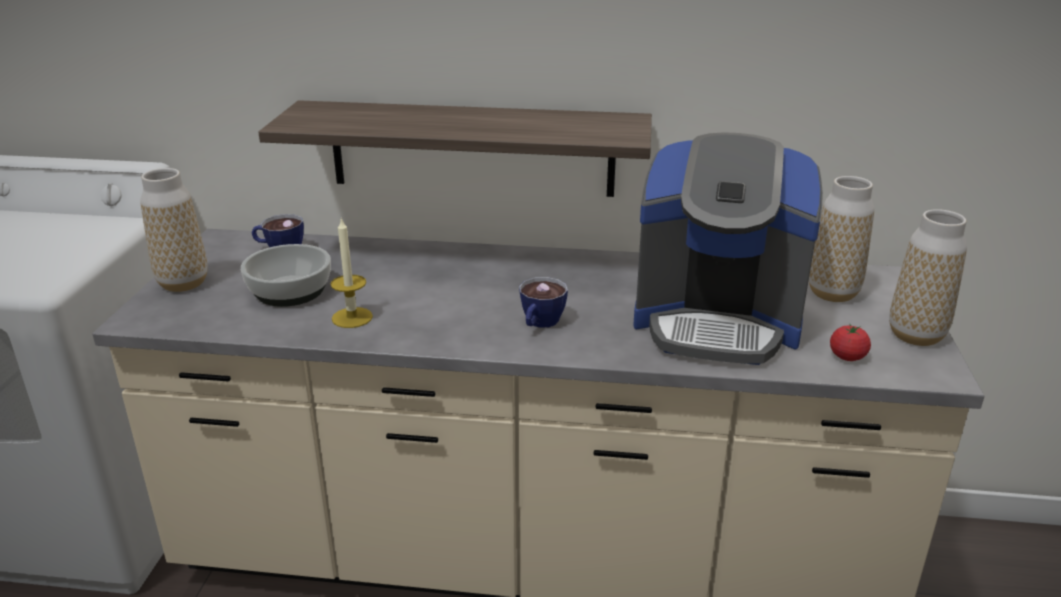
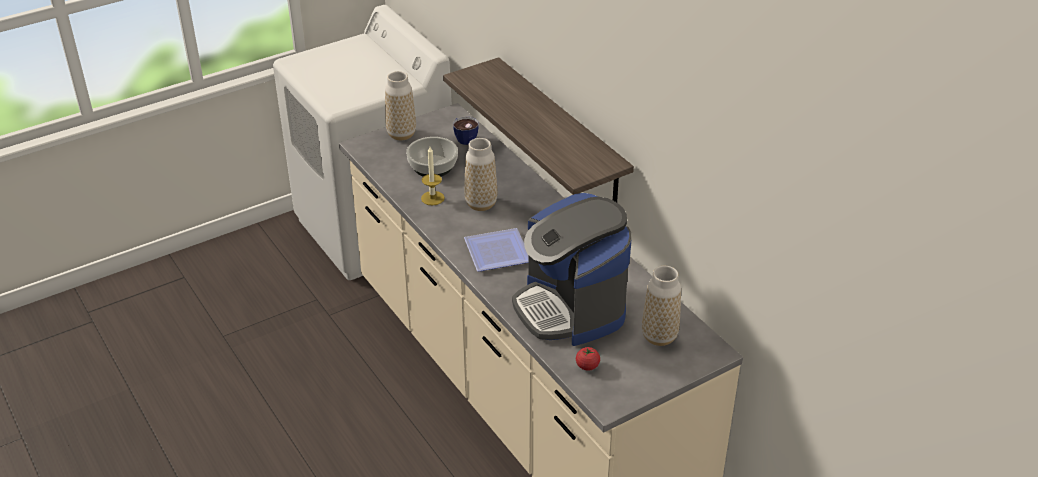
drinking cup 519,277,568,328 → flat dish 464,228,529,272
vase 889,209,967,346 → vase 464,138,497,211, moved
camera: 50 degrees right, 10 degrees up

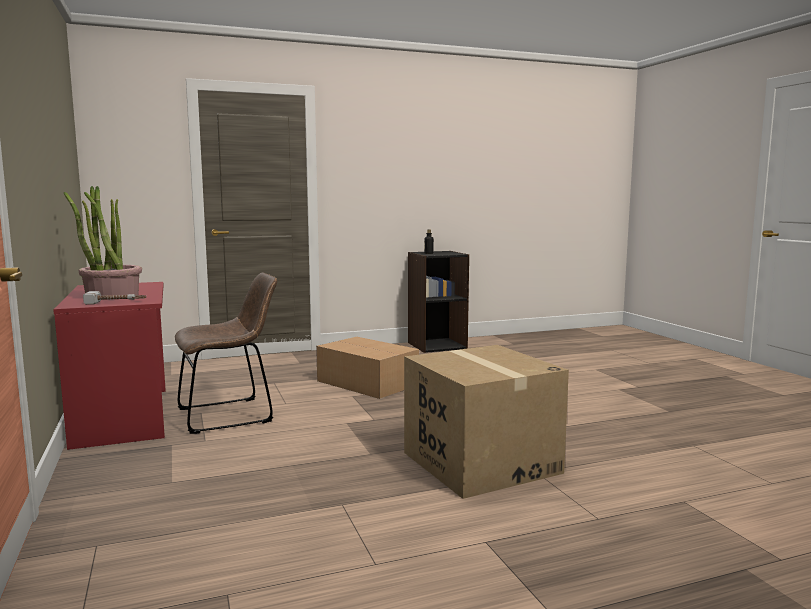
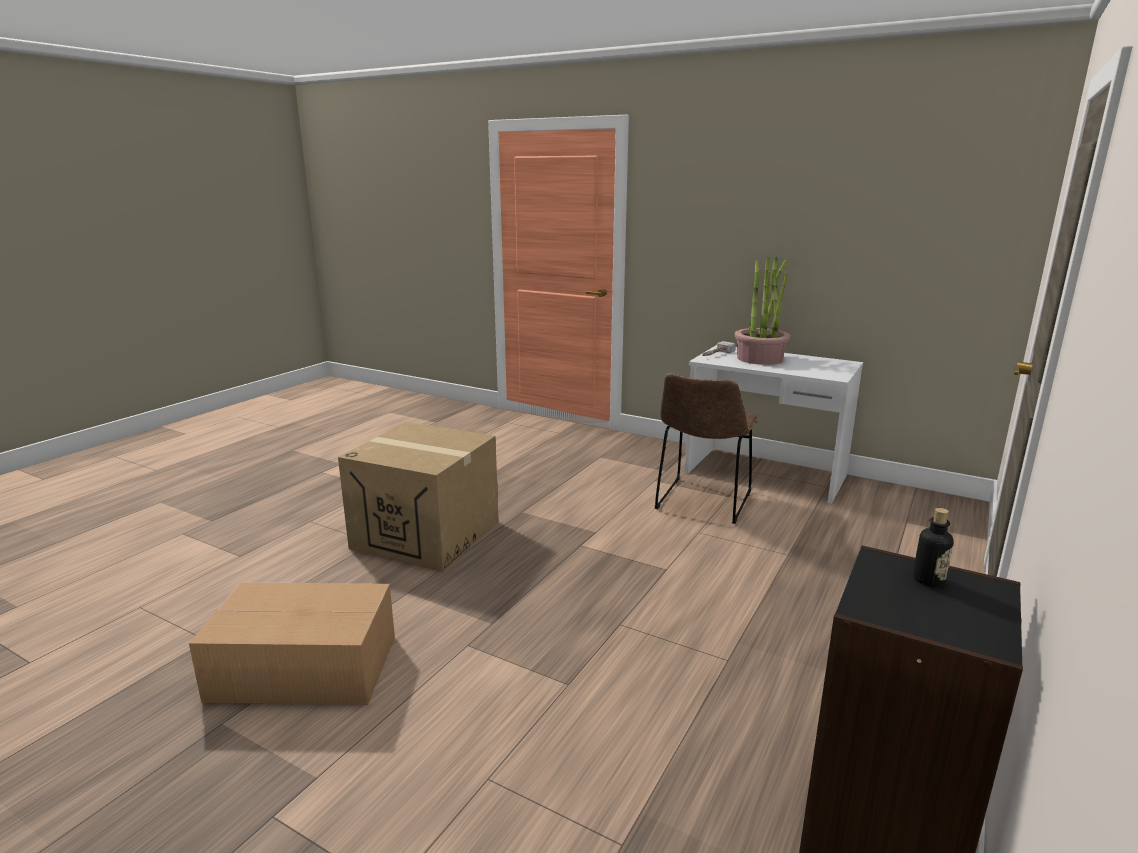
red desk table 53,282,166,450 → white-coloured desk table 684,345,863,504
packing box 316,337,419,399 → packing box 189,582,395,705, moved
camera: 140 degrees right, 10 degrees up

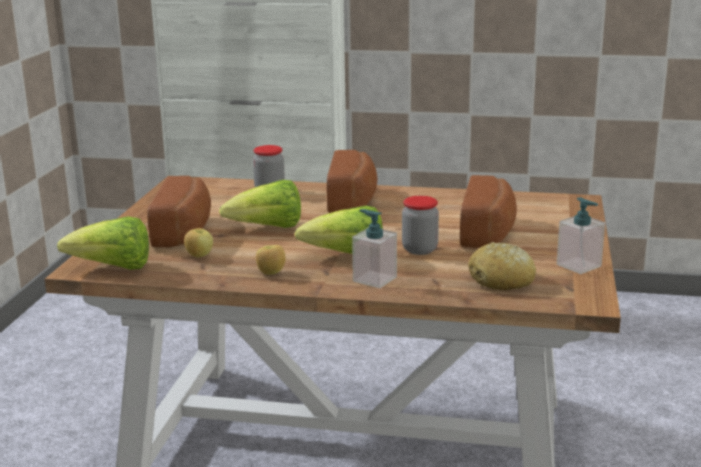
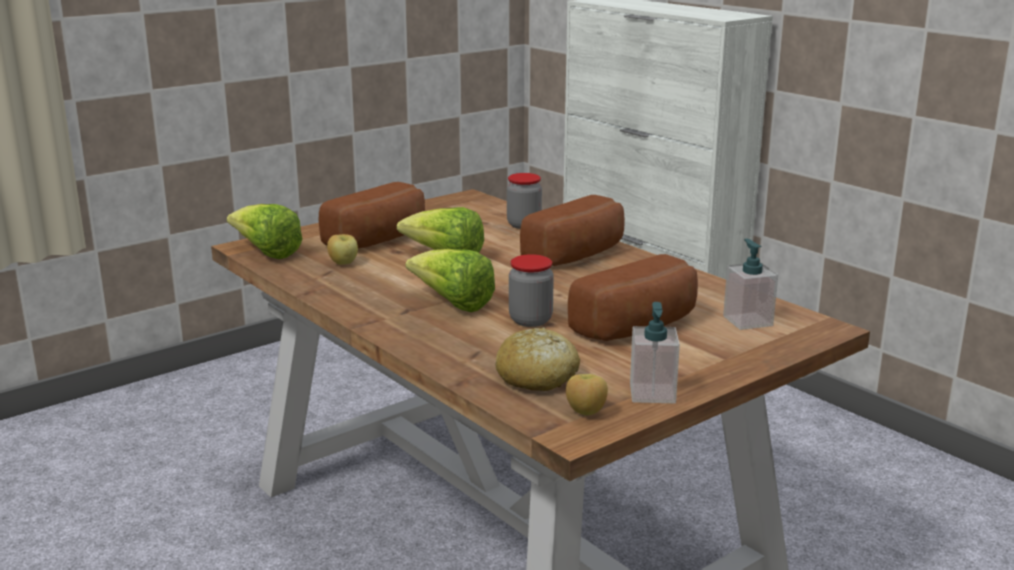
apple 256,245,285,275 → apple 566,374,608,416, moved
soap dispenser 352,209,397,288 → soap dispenser 723,239,778,330, moved
camera: 40 degrees right, 0 degrees up

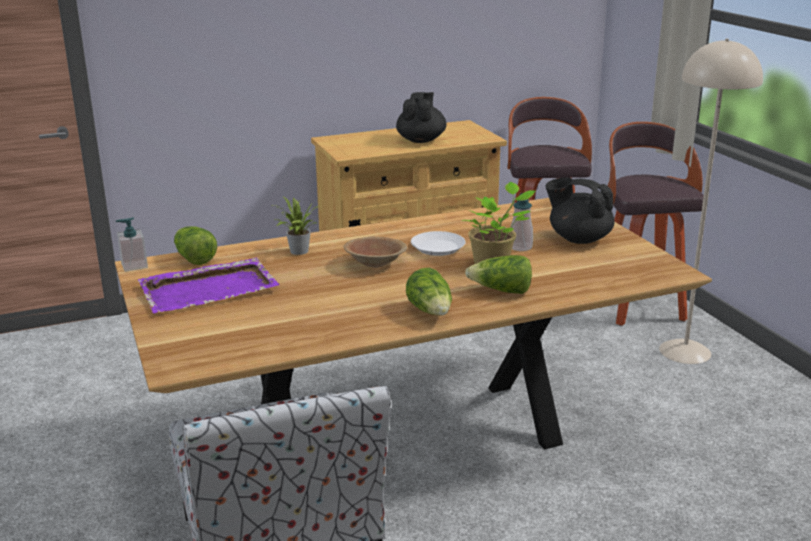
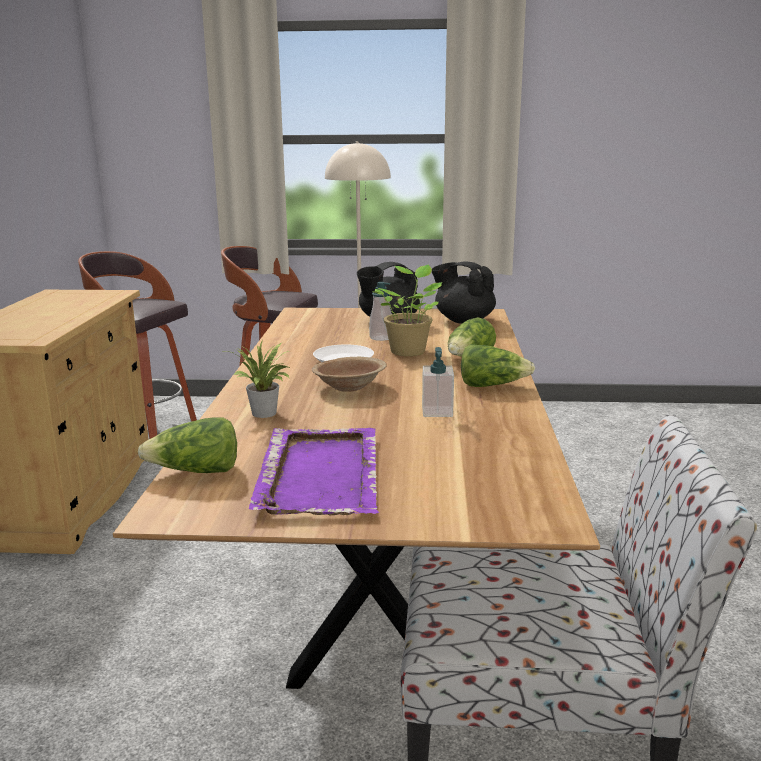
soap dispenser 116,217,148,272 → soap dispenser 422,347,454,417, moved
blackish teapot 396,92,447,143 → blackish teapot 432,261,496,324, moved
camera: 65 degrees left, 5 degrees down

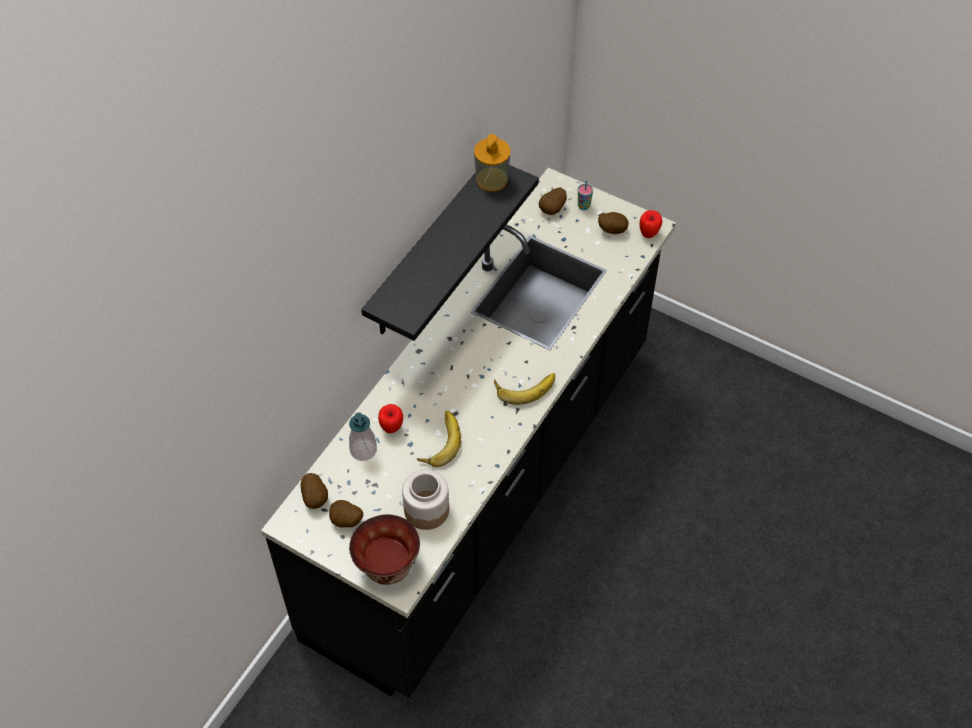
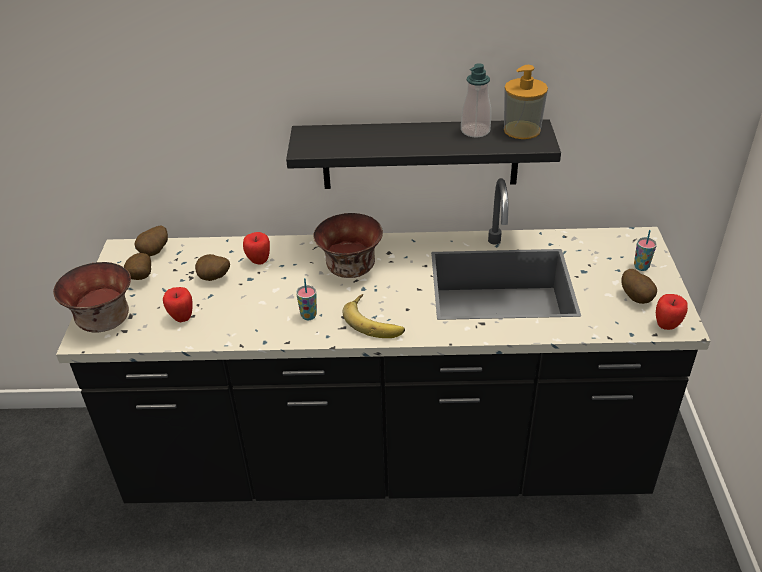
soap dispenser 349,412,377,461 → soap dispenser 461,63,491,138, moved
jar 402,469,449,530 → apple 163,287,193,322
banana fruit 417,411,461,467 → -
potato 539,188,567,215 → potato 195,254,230,281, moved
- → drinking cup 296,278,317,320
- → serving bowl 313,213,383,278
camera: 60 degrees right, 15 degrees down

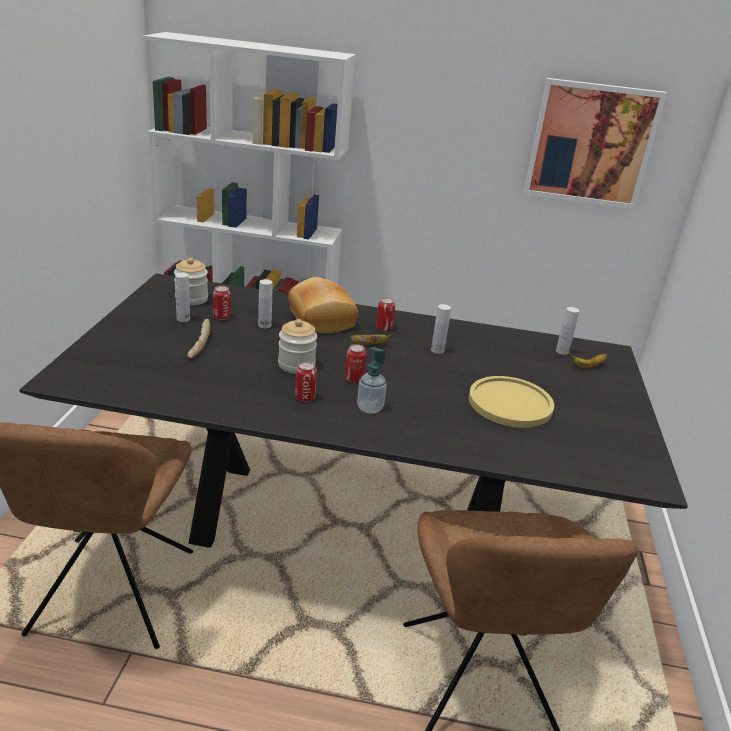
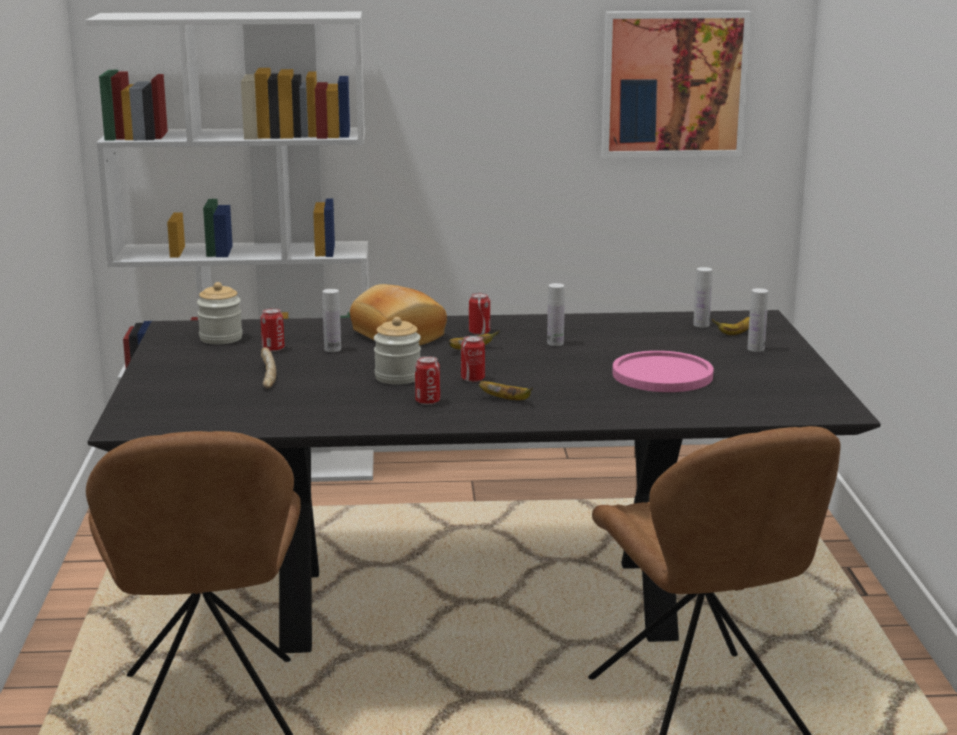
white-coloured bottle 175,273,190,322 → white-coloured bottle 747,288,768,352, moved
soap dispenser 357,347,387,414 → banana fruit 479,381,533,400
yellow-coloured flat dish 469,376,554,428 → pink-coloured flat dish 612,351,714,392
camera: 10 degrees left, 10 degrees down

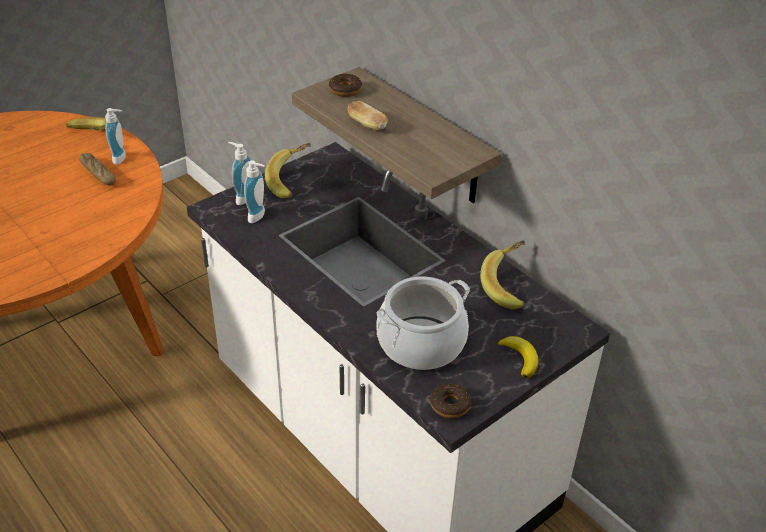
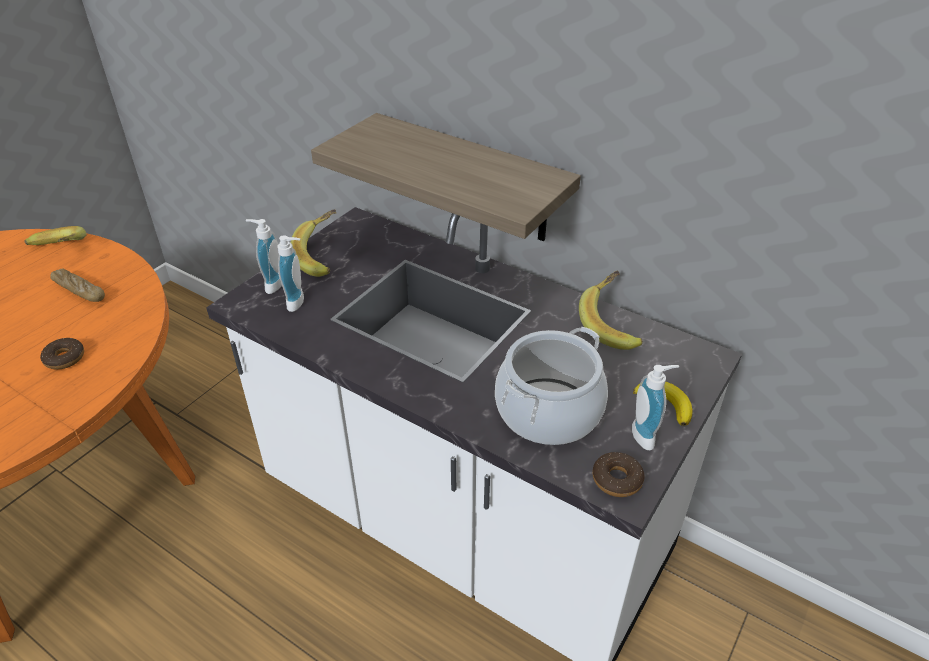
soap dispenser 105,108,126,165 → soap dispenser 632,365,679,450, moved
ring doughnut 329,74,362,97 → ring doughnut 40,338,84,369, moved
bakery bread 347,101,388,130 → -
camera: 15 degrees left, 0 degrees up

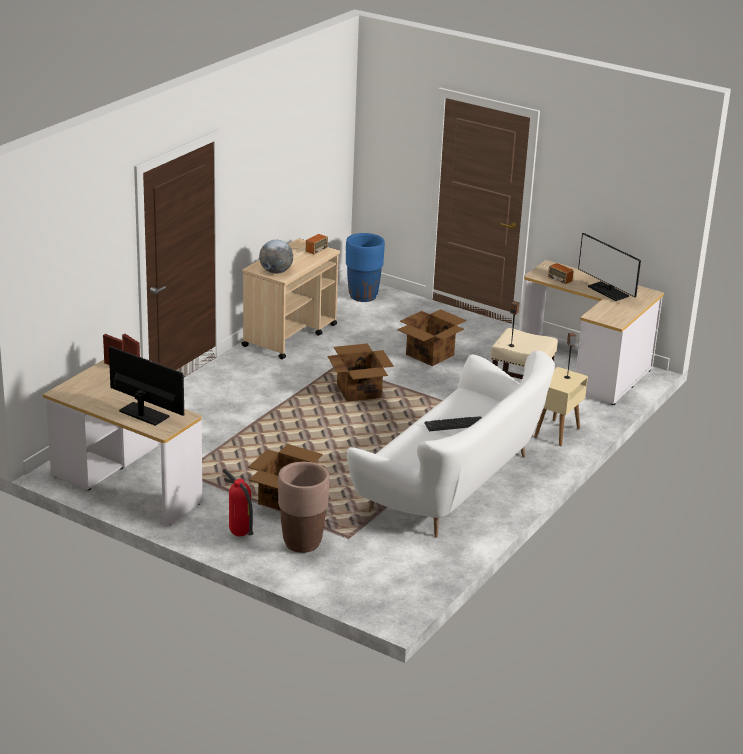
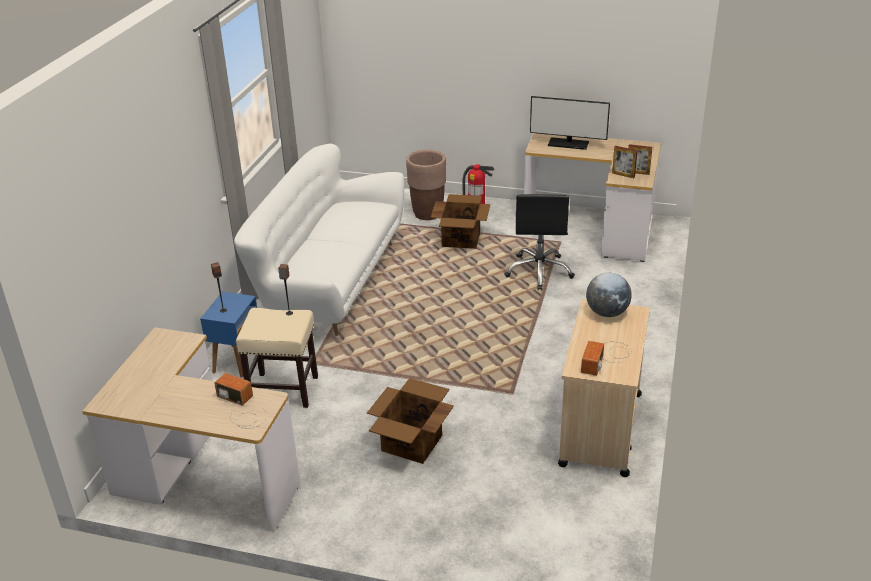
packing box 327,343,394,402 → -
bluish flower pot 346,233,385,302 → -
computer keyboard 424,416,482,431 → -
beige-coloured accent table 534,367,588,446 → bluish accent table 200,292,257,378
computer display 578,233,641,301 → -
- → blackish office chair 504,194,575,290
camera: 165 degrees right, 5 degrees up

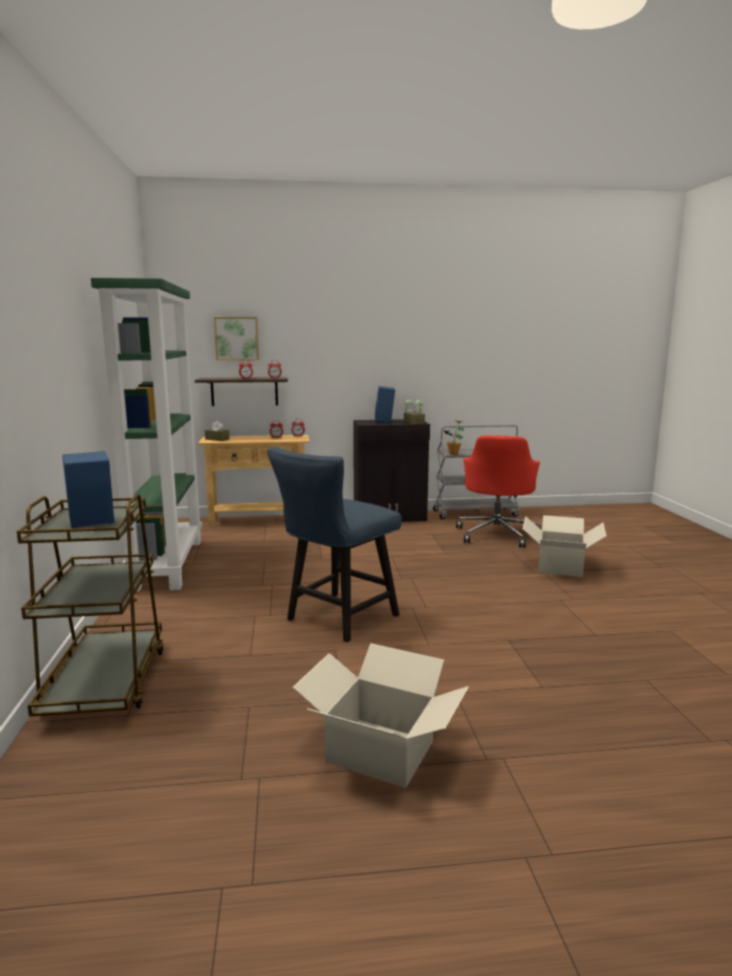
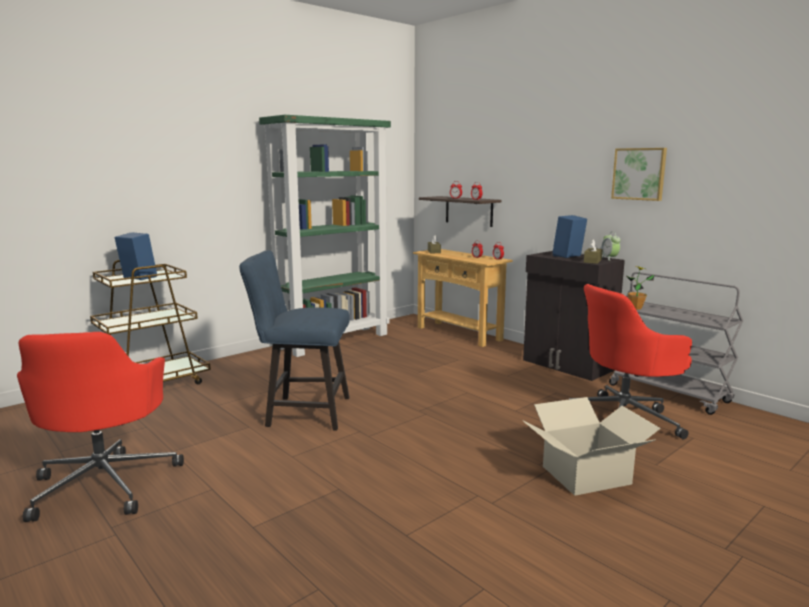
wall picture 214,317,259,360 → wall picture 611,148,667,201, moved
packing box 292,643,469,788 → red office chair 17,332,184,522
camera: 55 degrees right, 0 degrees up

